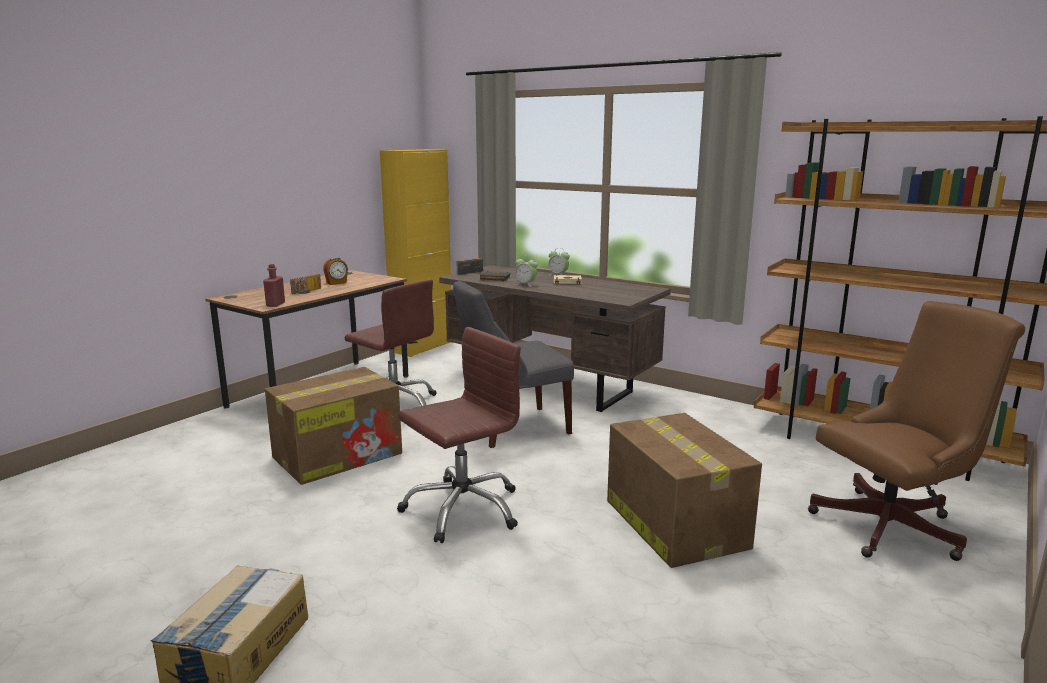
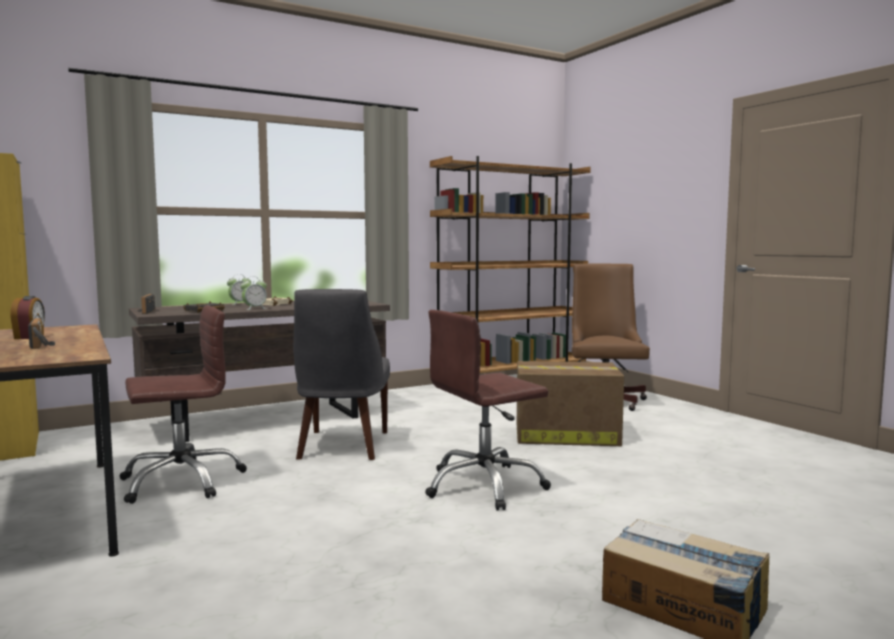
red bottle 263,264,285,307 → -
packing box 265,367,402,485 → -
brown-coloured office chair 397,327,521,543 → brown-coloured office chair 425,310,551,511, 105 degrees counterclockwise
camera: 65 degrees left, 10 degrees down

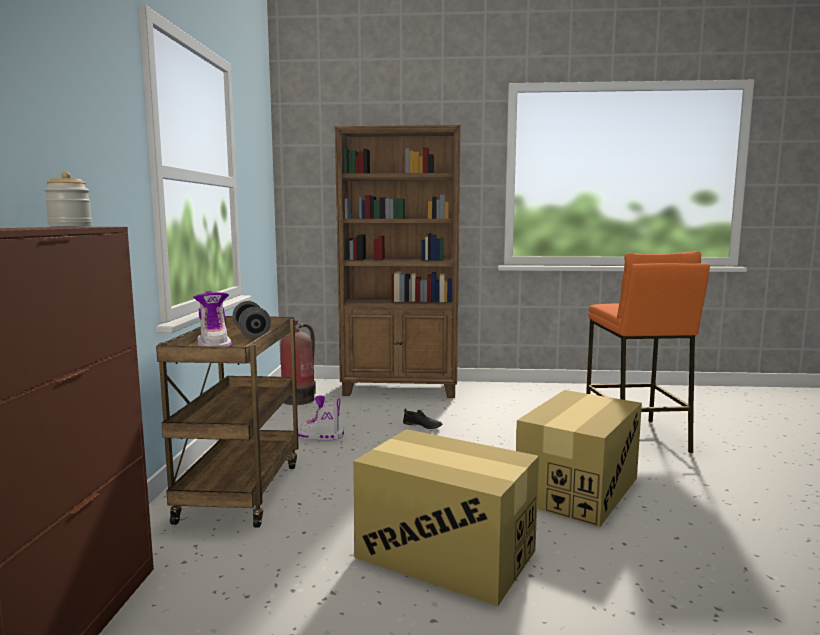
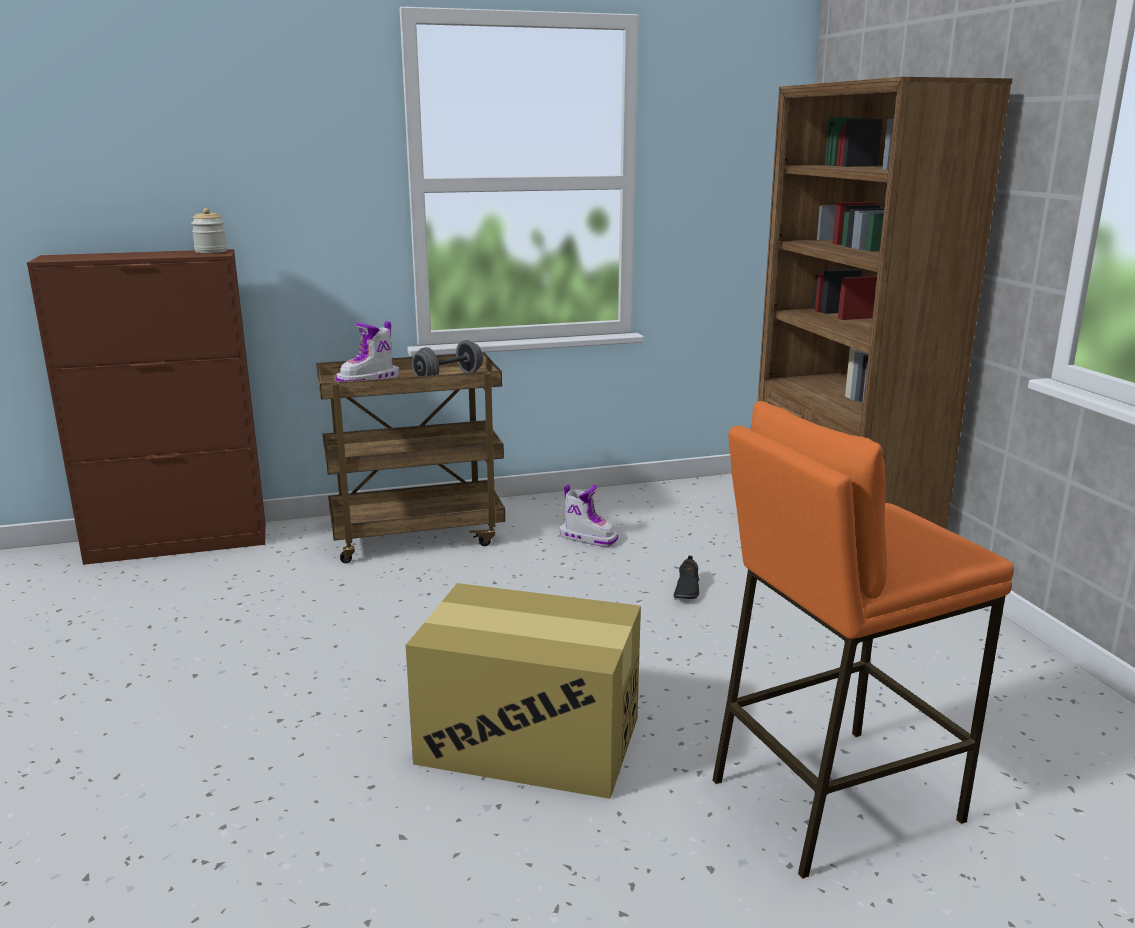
fire extinguisher 281,320,316,405 → -
high-top boot 298,396,344,440 → high-top boot 559,484,618,547, 135 degrees clockwise
packing box 353,429,539,606 → -
camera: 70 degrees right, 10 degrees up

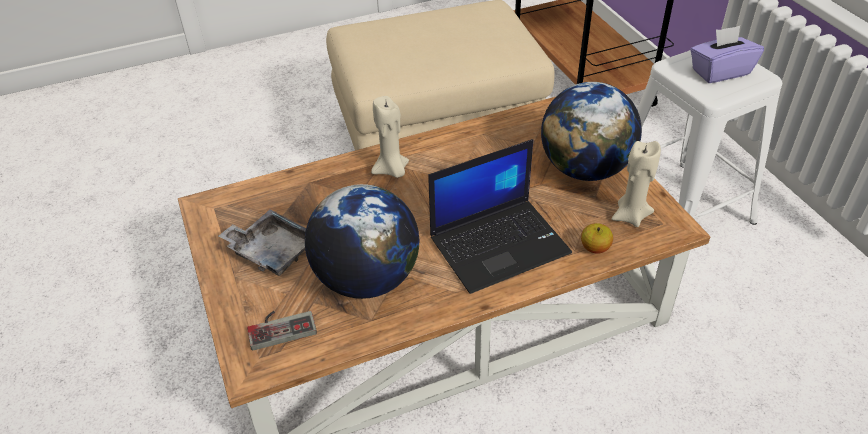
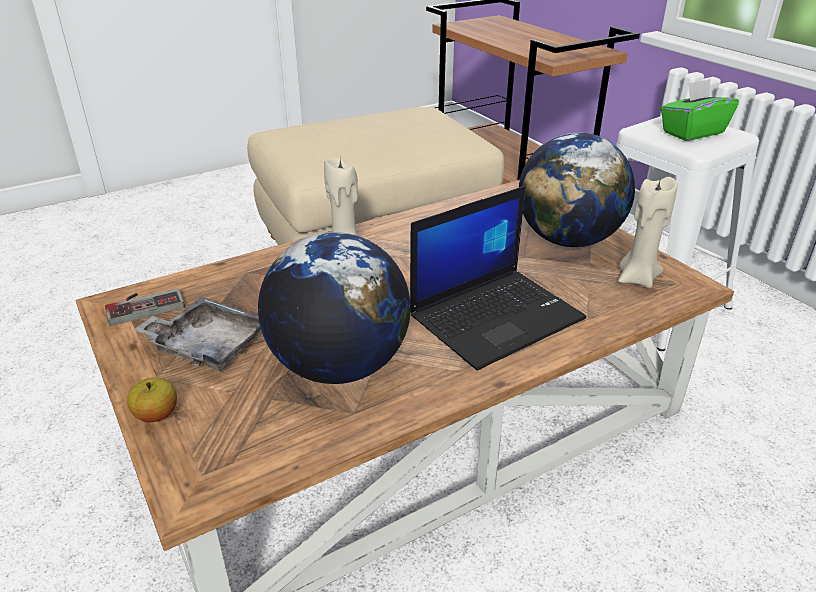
joypad 247,311,317,351 → joypad 105,288,185,326, moved
apple 581,223,613,254 → apple 127,377,177,422, moved
purplish box of tissues 690,26,764,83 → green-coloured box of tissues 661,79,739,141
camera: 10 degrees left, 10 degrees down

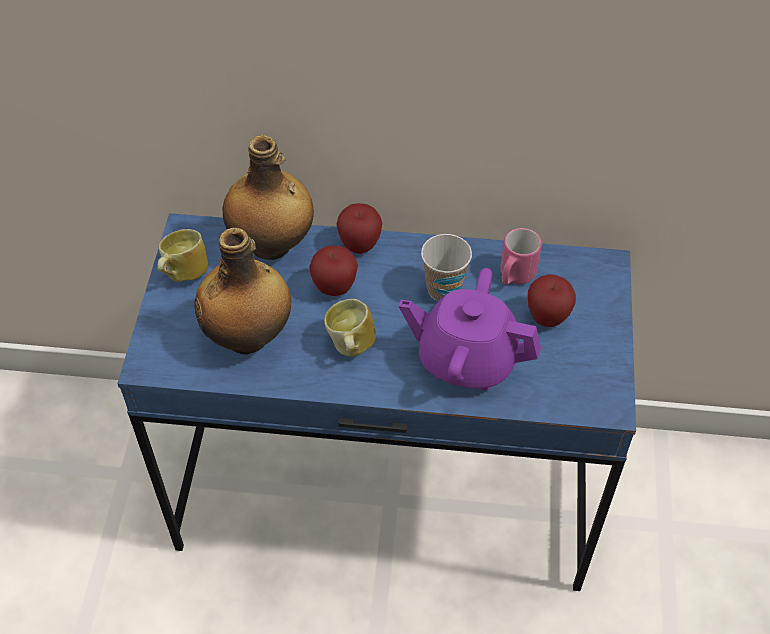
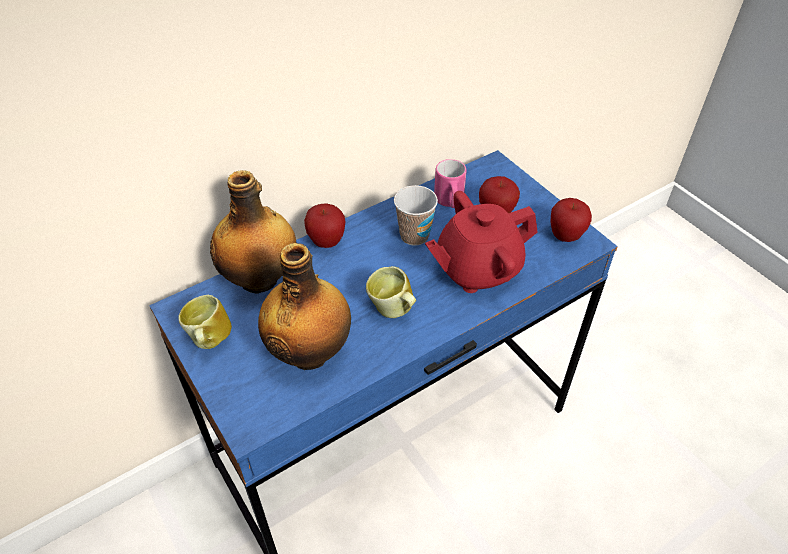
apple 309,245,358,296 → apple 550,198,592,242, moved
purplish teapot 399,268,541,390 → red teapot 425,191,538,293
camera: 40 degrees left, 5 degrees down

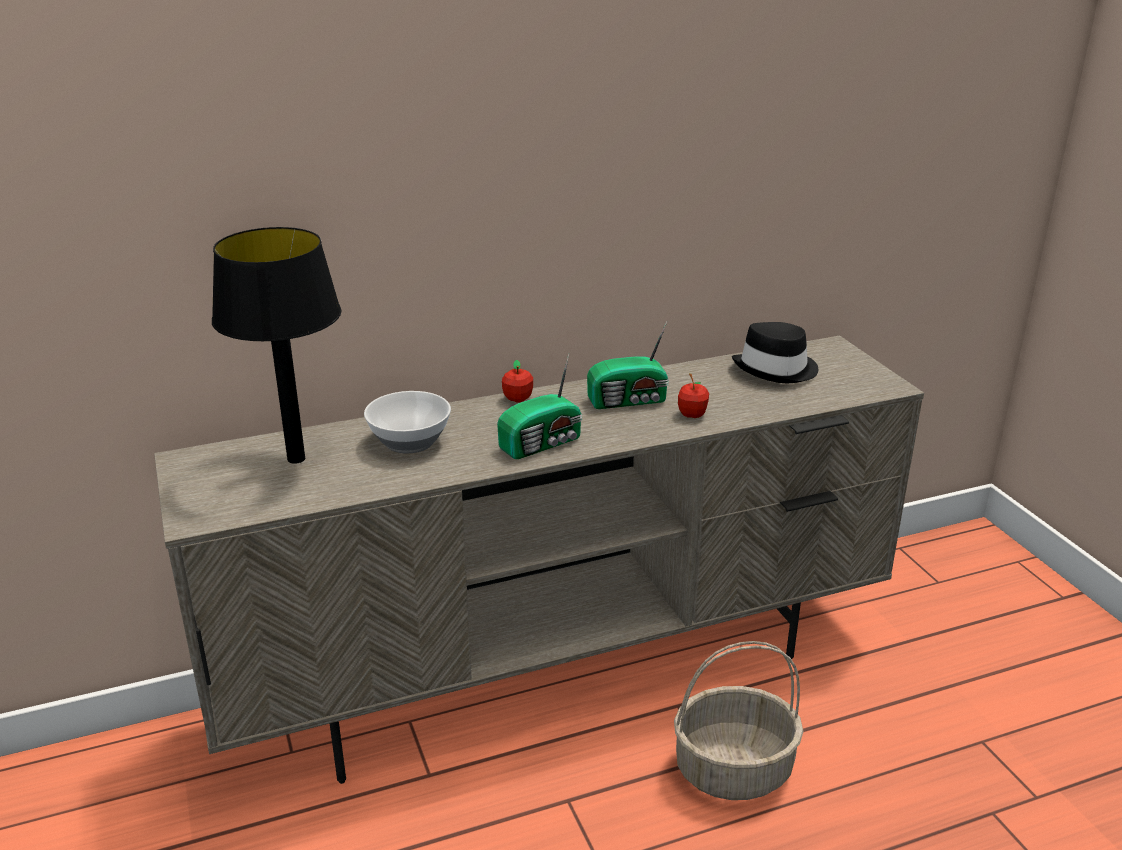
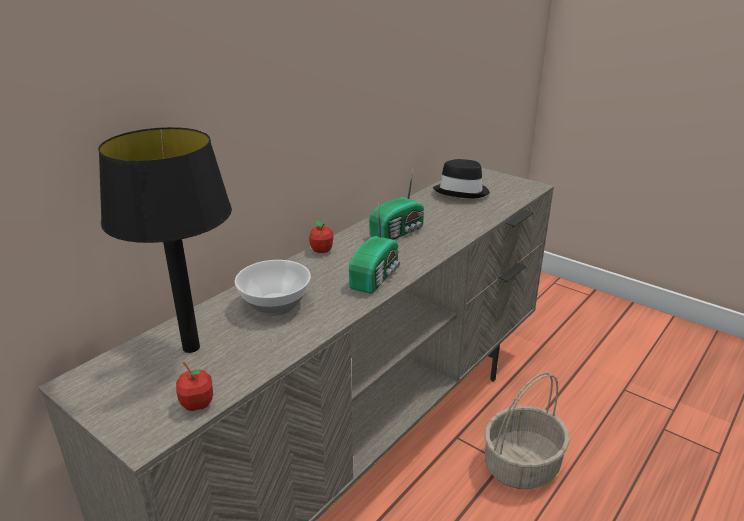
apple 678,373,709,418 → apple 176,362,213,411, moved
camera: 30 degrees left, 0 degrees up

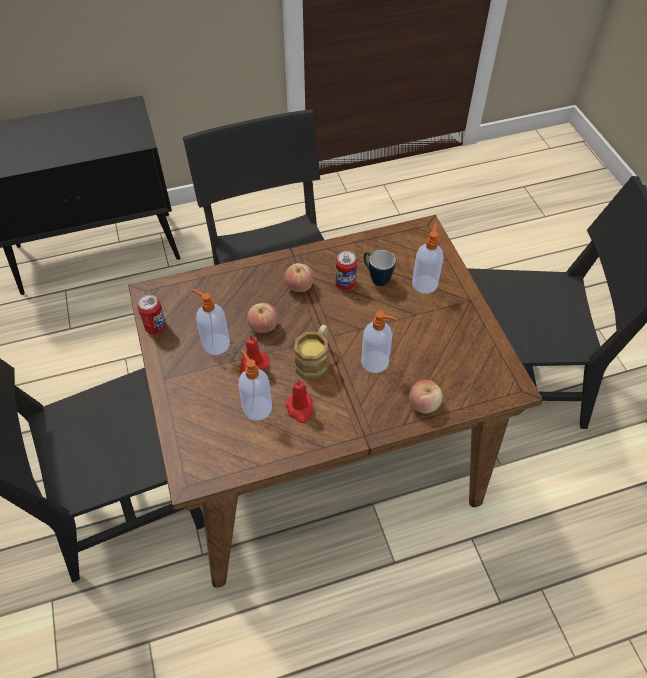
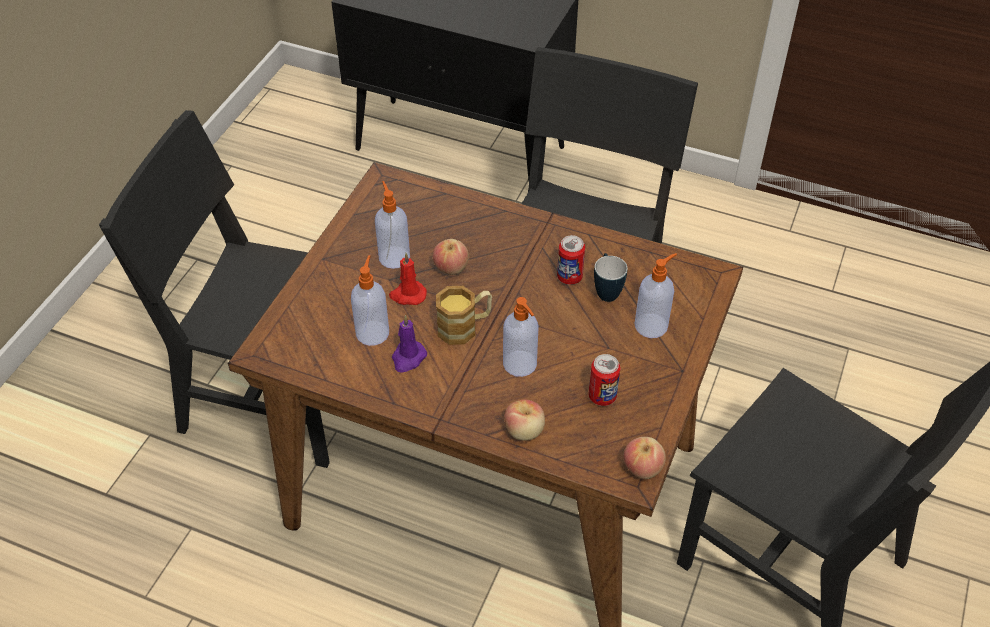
can 137,295,166,335 → can 589,354,620,406, moved
apple 284,263,314,292 → apple 623,437,666,479, moved
red candle 285,378,314,423 → purplish candle 392,315,427,373
camera: 40 degrees right, 5 degrees down

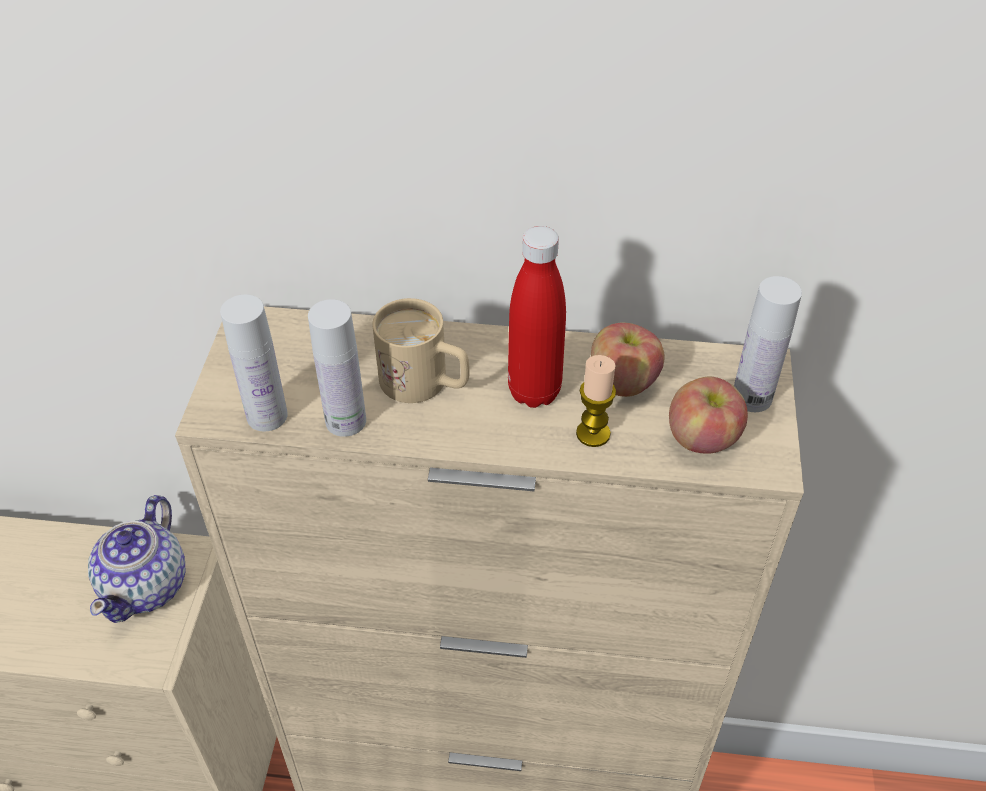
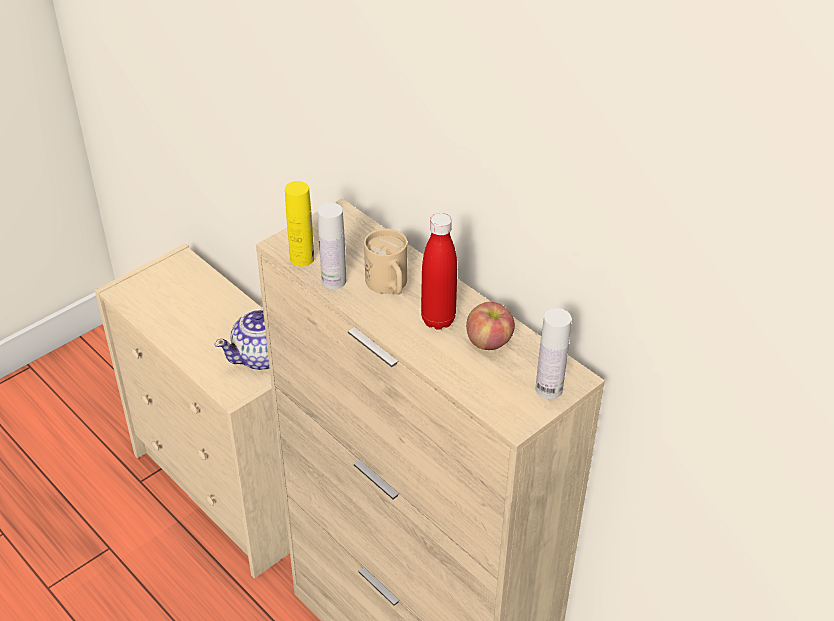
white-coloured bottle 220,294,288,431 → yellow-coloured bottle 285,181,314,266
candle 576,355,616,447 → -
apple 669,377,748,454 → -
camera: 40 degrees right, 5 degrees down

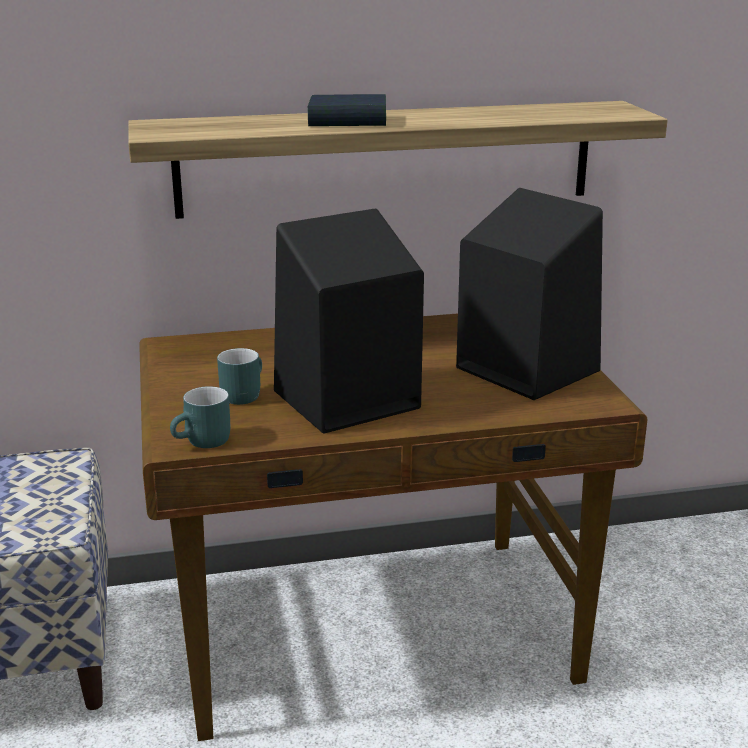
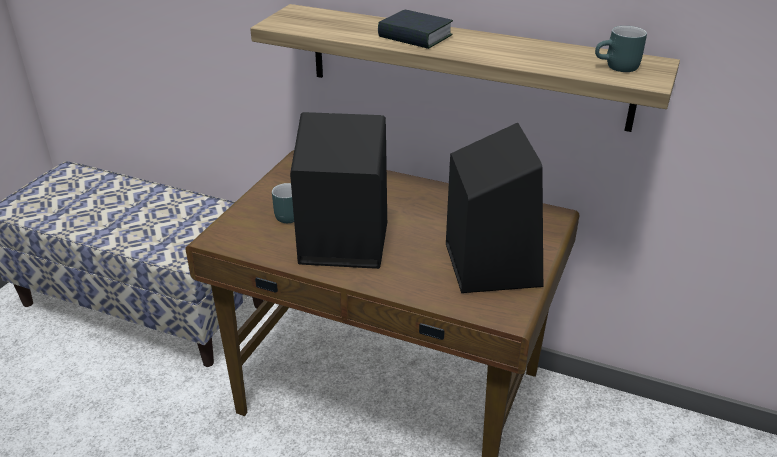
turquoise mug 170,386,230,448 → turquoise mug 595,26,647,72, moved
camera: 35 degrees right, 10 degrees up

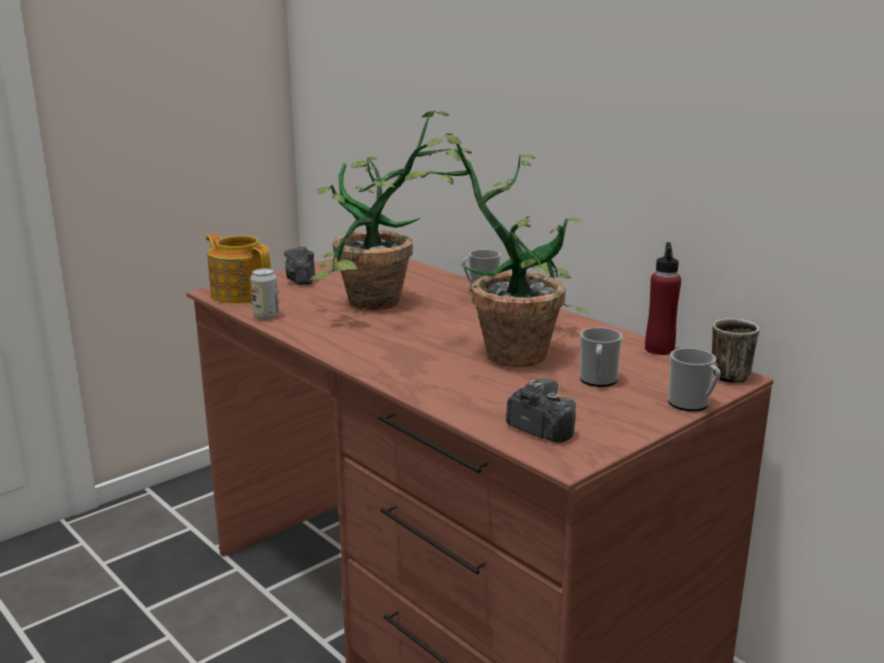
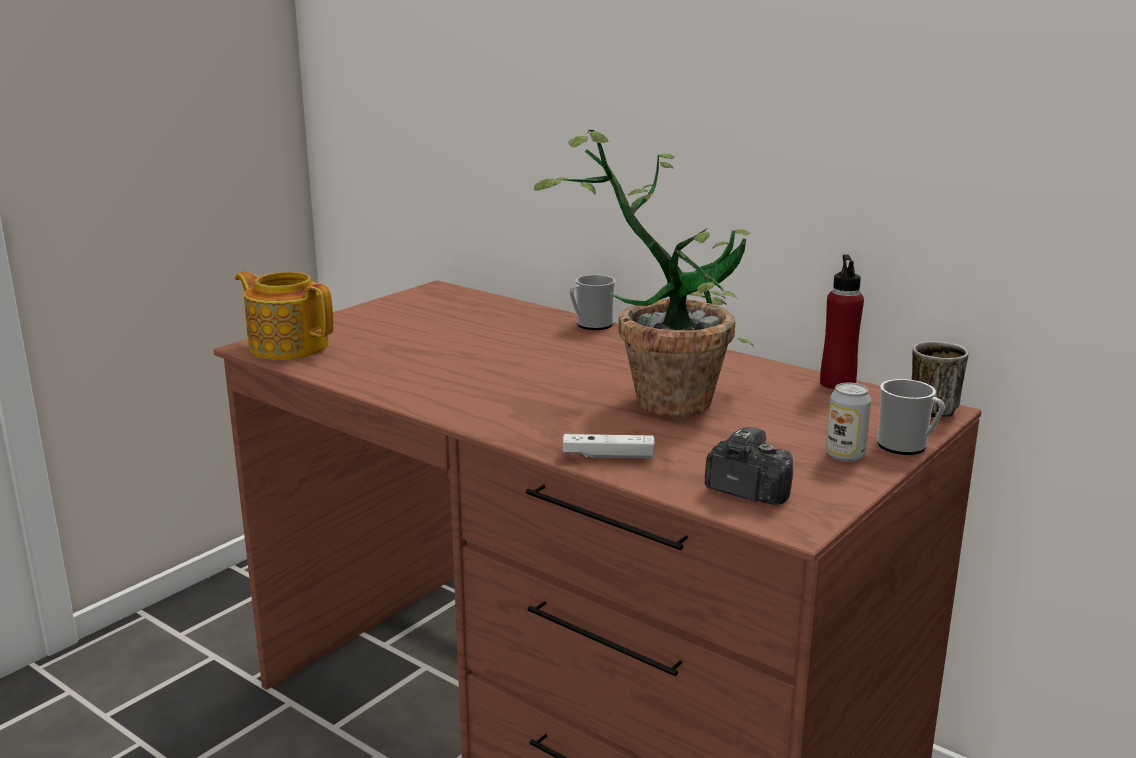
can 250,268,279,320 → can 826,383,871,462, moved
still camera 284,246,315,285 → -
houseplant 309,111,472,310 → -
mug 579,327,623,387 → -
- → white-coloured joypad 563,434,655,459
camera: 10 degrees left, 0 degrees up

